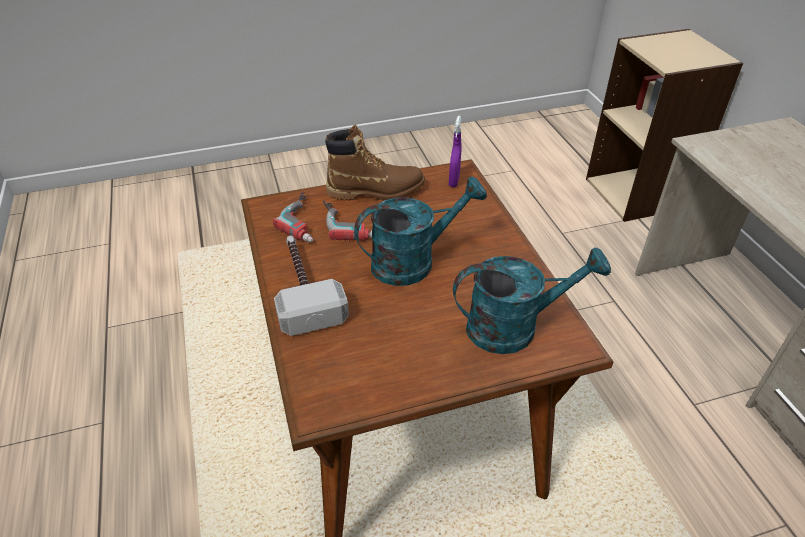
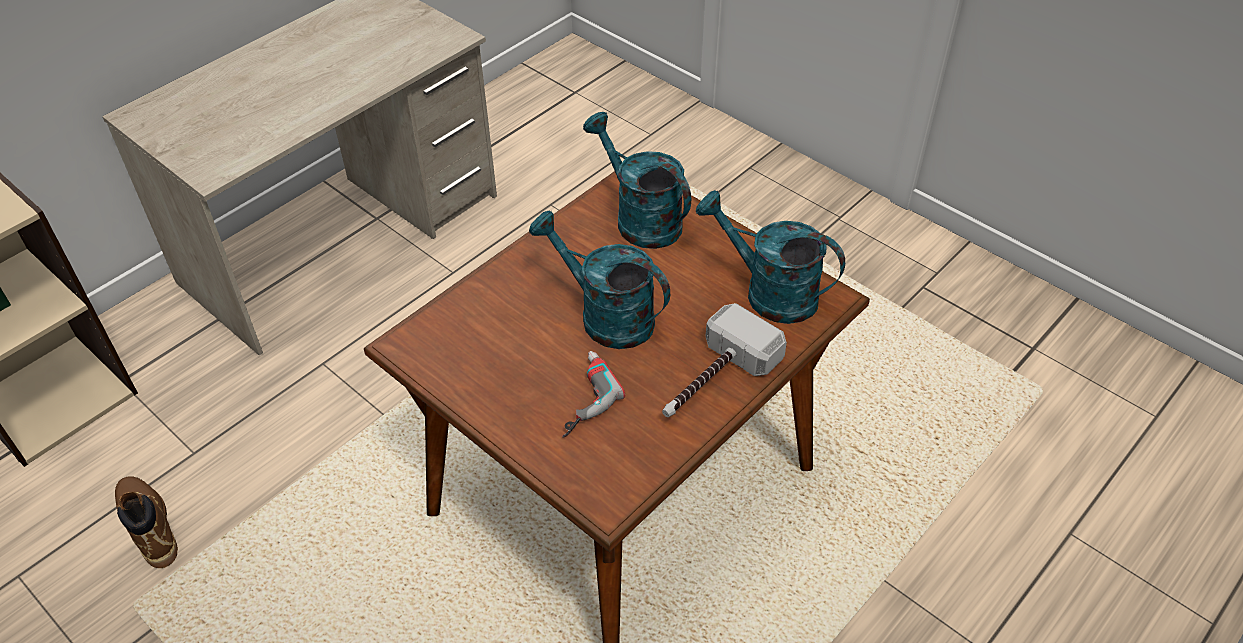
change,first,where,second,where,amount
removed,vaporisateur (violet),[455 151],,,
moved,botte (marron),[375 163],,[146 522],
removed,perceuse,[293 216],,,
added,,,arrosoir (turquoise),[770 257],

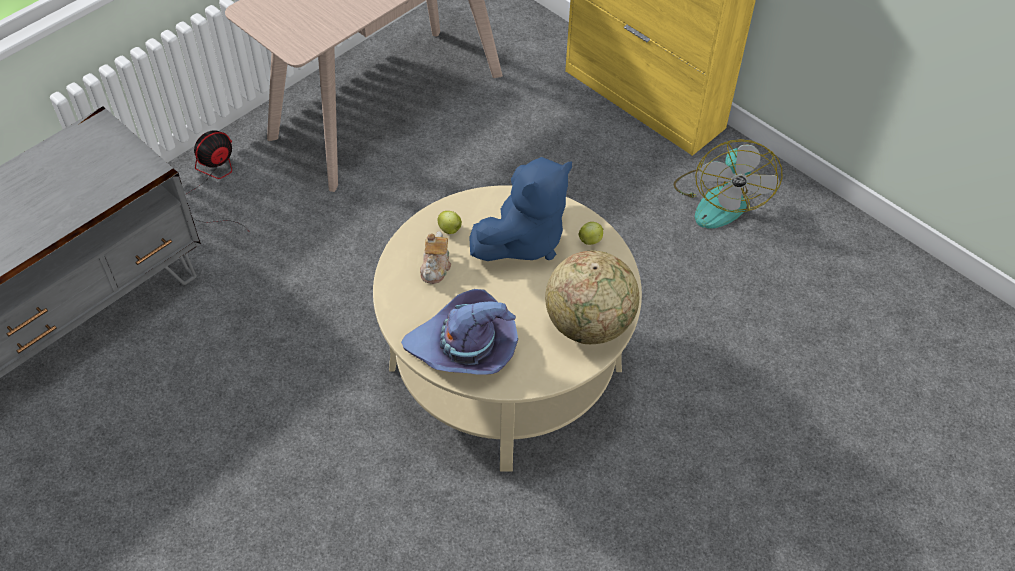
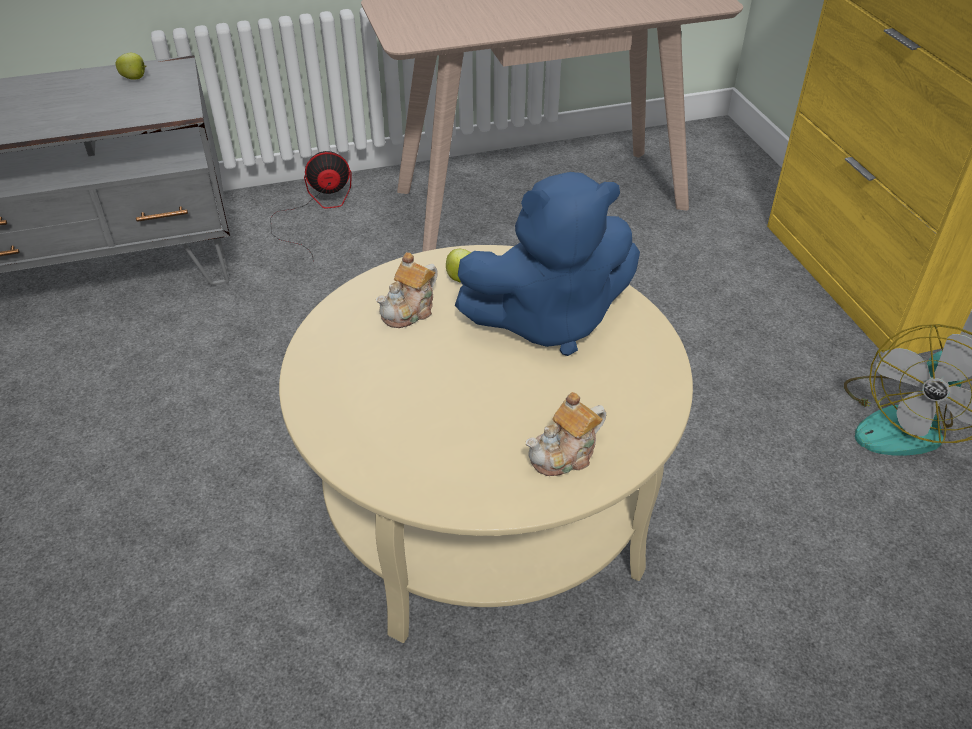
change,first,where,second,where,amount
moved,pomme,[591 233],,[131 66],
replaced,globe,[592 297],théière,[566 434],
removed,chapeau (violet),[459 332],,,

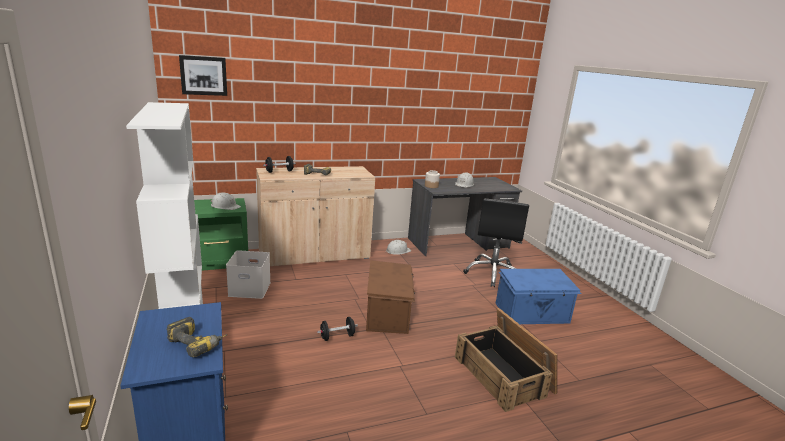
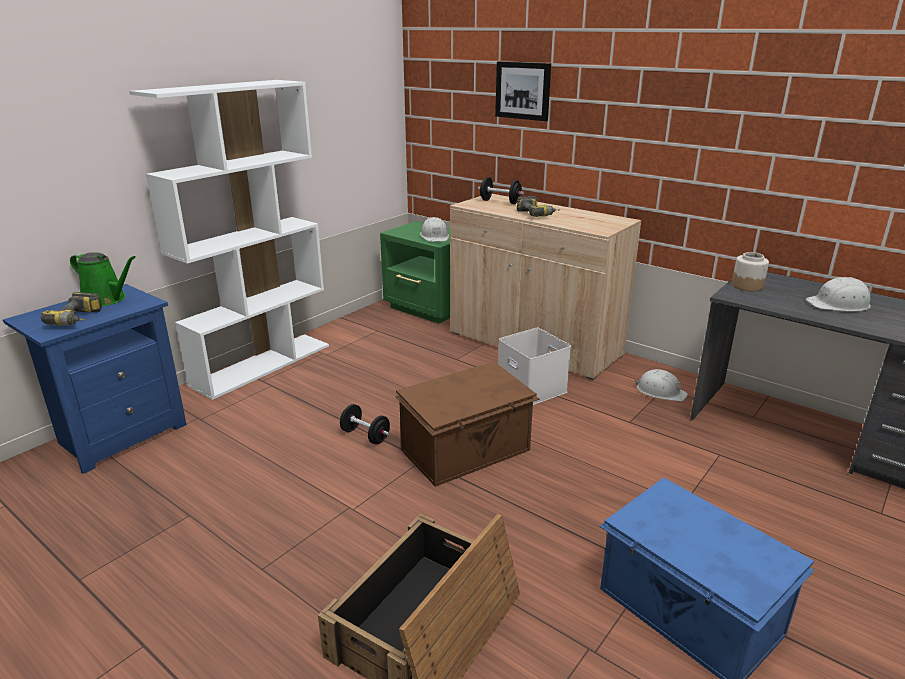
change,first,where,second,where,amount
moved,tableau,[203 75],,[523 91],
removed,chaise de bureau (noir),[496 243],,,
moved,boîte de rangement (blanc),[248 274],,[534 366],
added,,,arrosoir (vert),[103 279],

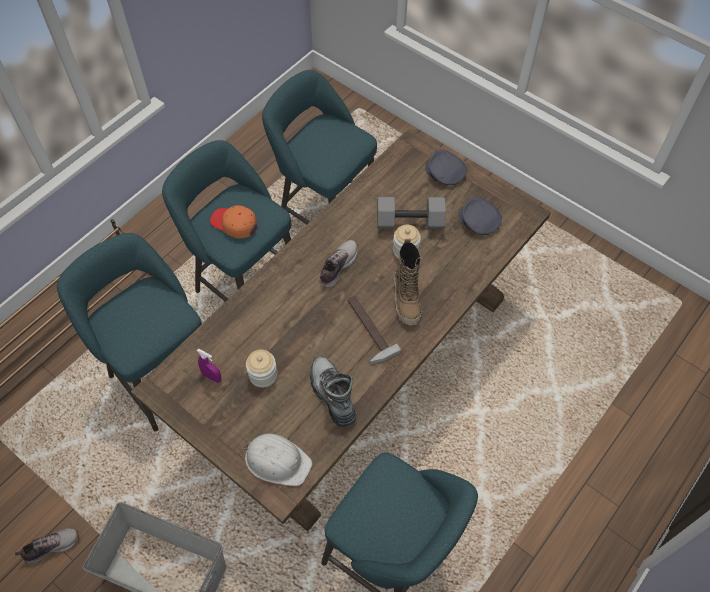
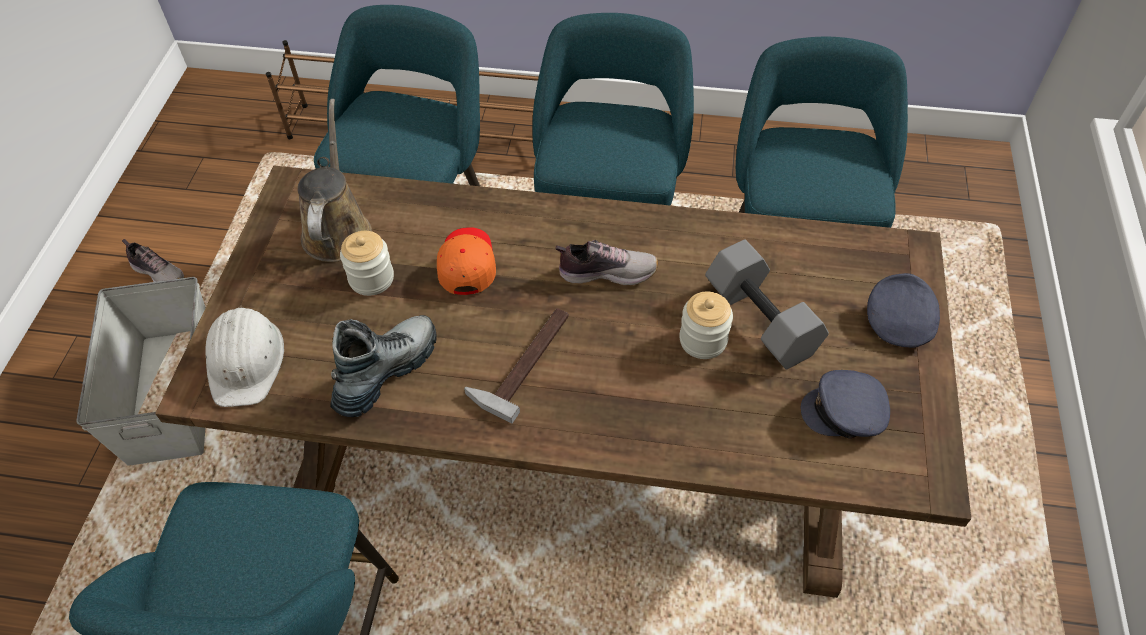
change,first,where,second,where,amount
turned,casquette (gris),[480 216],,[845 404],105 degrees counterclockwise
moved,casquette (orange),[233 222],,[466 261],
removed,botte,[408 282],,,
replaced,vaporisateur (violet),[209 366],arrosoir (marron),[334 180],

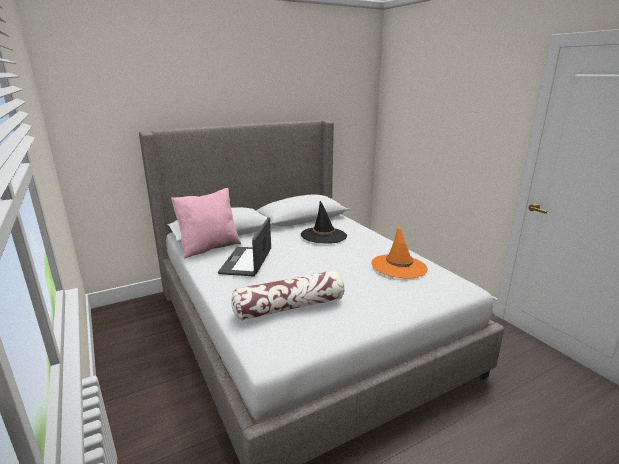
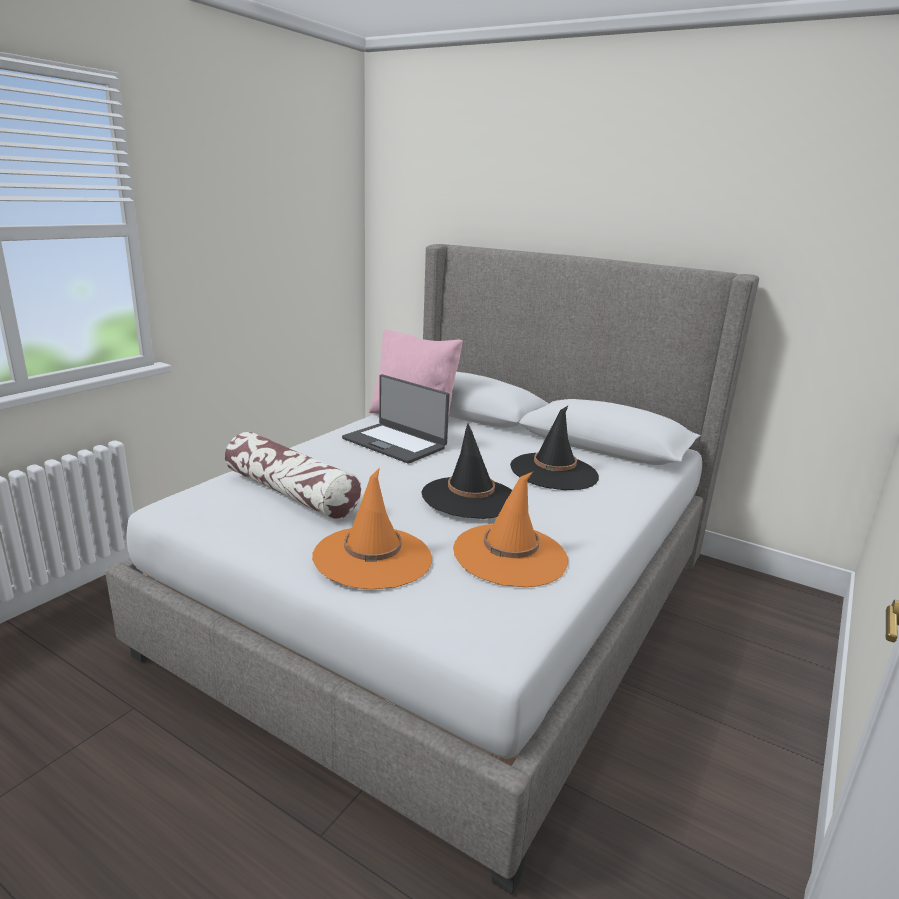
change,first,where,second,where,amount
turned,ordinateur portable,[244 247],,[395 419],120 degrees counterclockwise
added,,,chapeau (noir),[466 471],
added,,,chapeau (orange),[372 529],

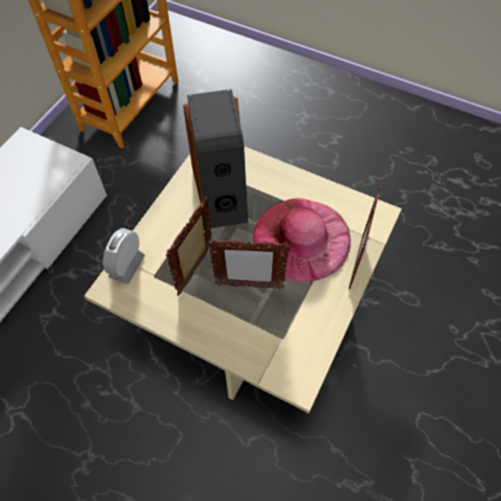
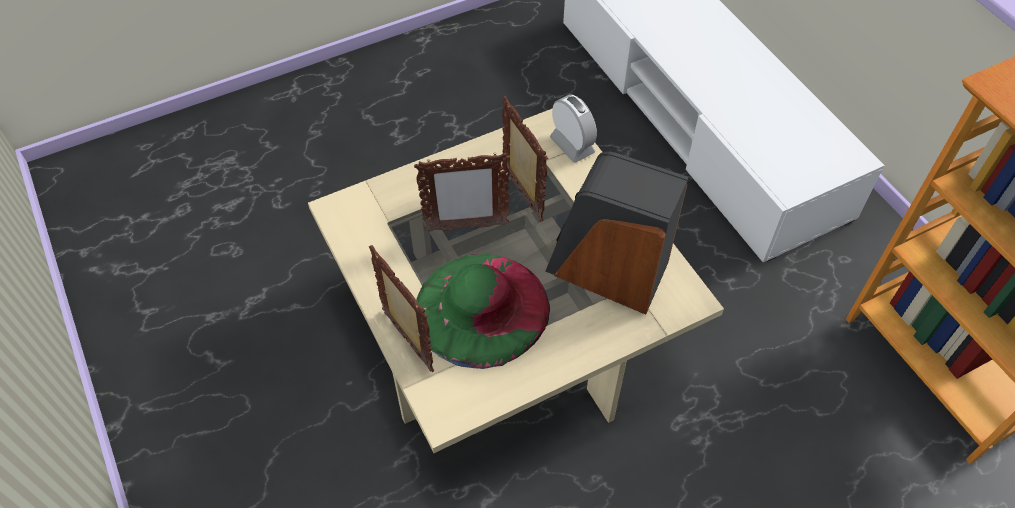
change,first,where,second,where,amount
recoloured,chapeau (rose),[302 240],chapeau (vert),[483 311],
turned,cadre photo,[249 264],,[462 192],135 degrees counterclockwise

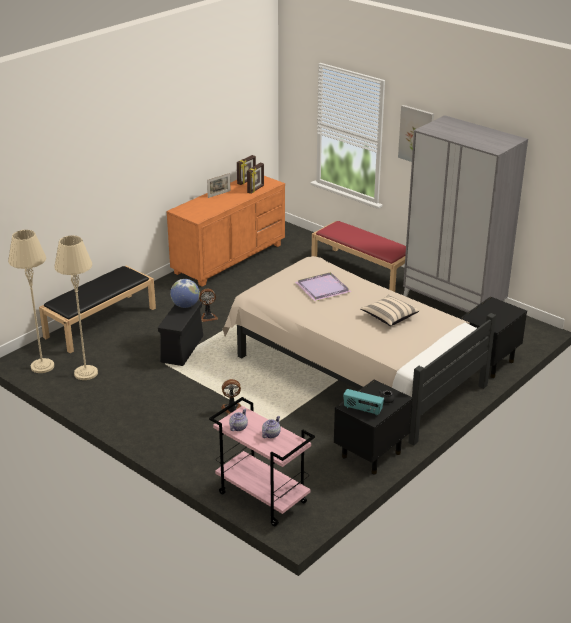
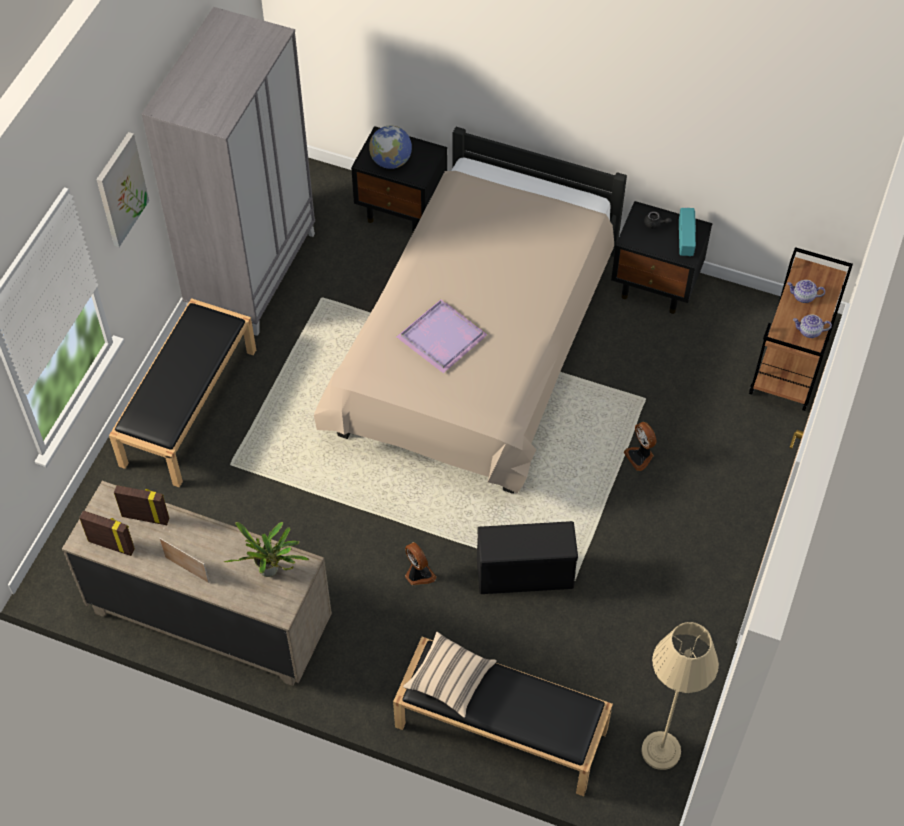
change,first,where,second,where,amount
recoloured,commode (orange),[226 231],commode (beige),[197 583],
recoloured,banc (rouge),[358 256],banc (noir),[182 393],
removed,lampadaire (beige),[76 307],,,
moved,globe,[185 293],,[390 147],
moved,coussin (beige),[389 310],,[450 675],
recoloured,chariot (rose),[262 462],chariot (marron),[801 329],
added,,,plante en pot,[266 549],

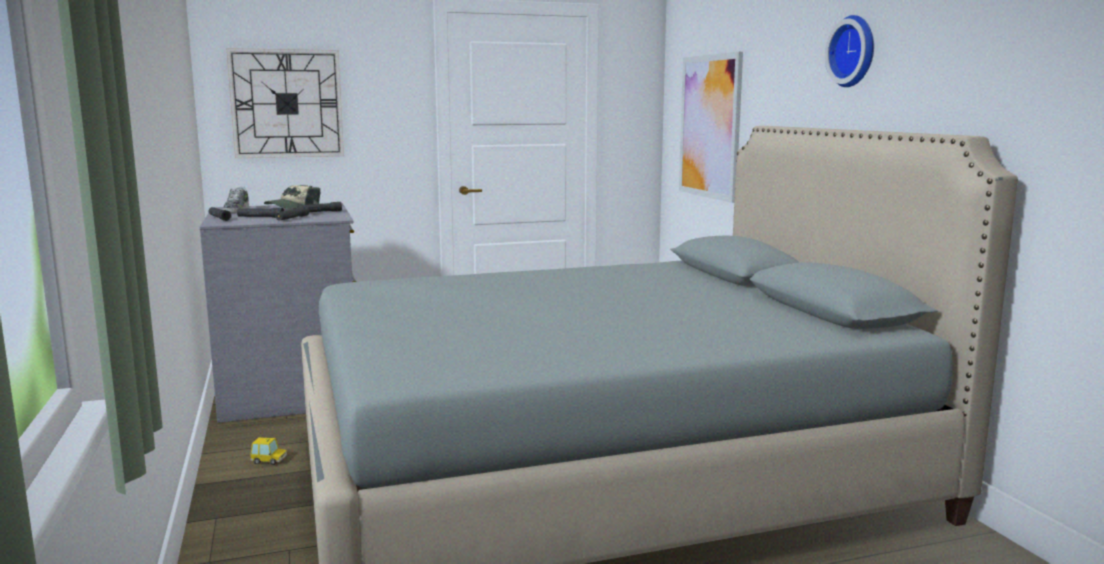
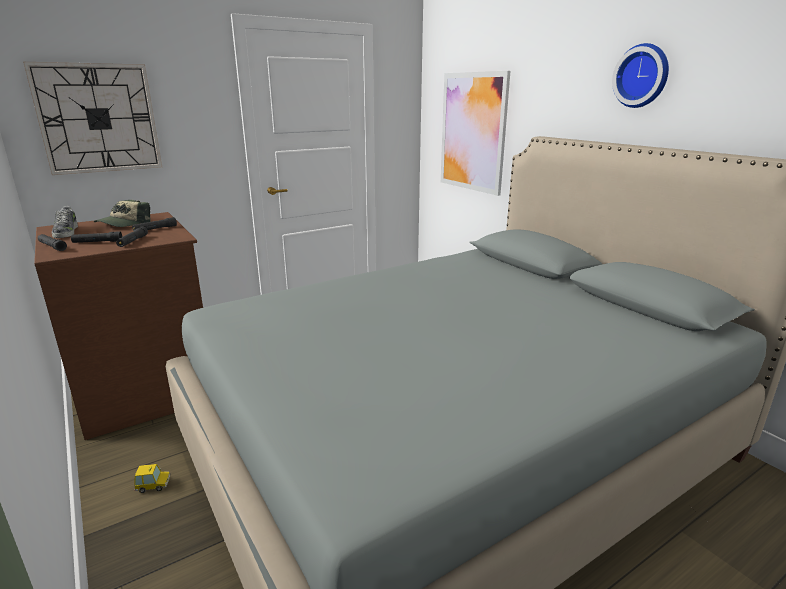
change,first,where,second,where,amount
recoloured,commode (gris),[278 313],commode (marron),[118 326],

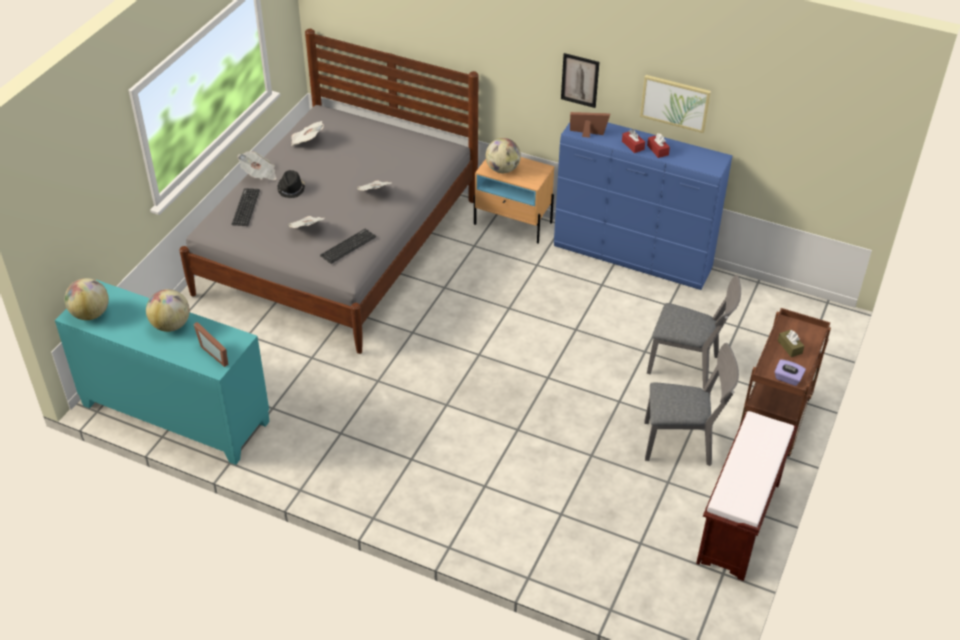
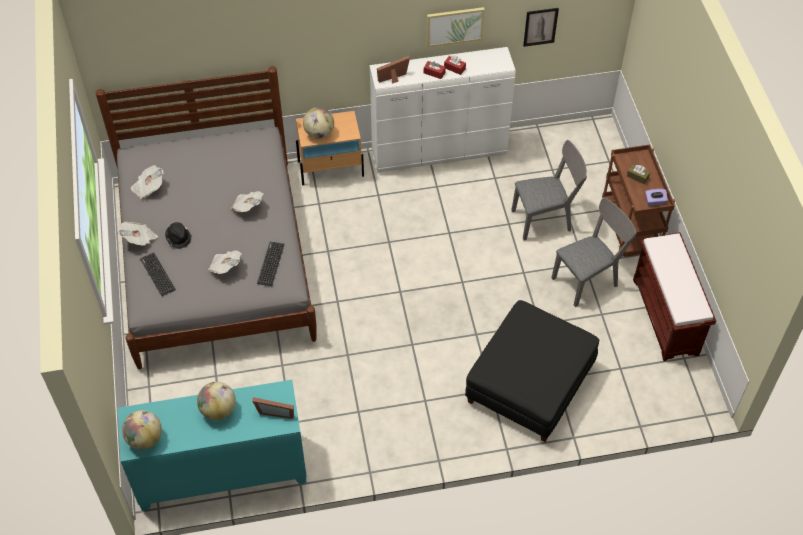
change,first,where,second,where,amount
moved,tableau,[580 80],,[541 27],
recoloured,commode (bleu),[643 206],commode (blanc),[443 109],
added,,,pouf (noir),[532 371],

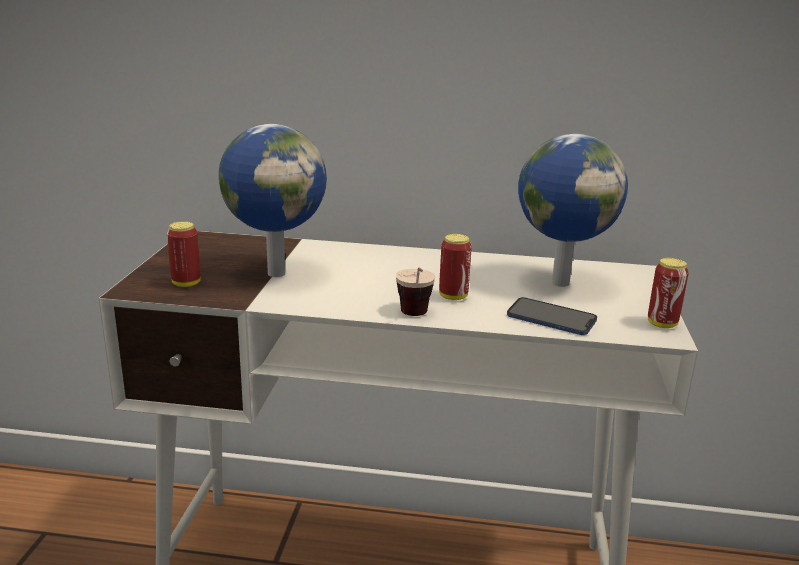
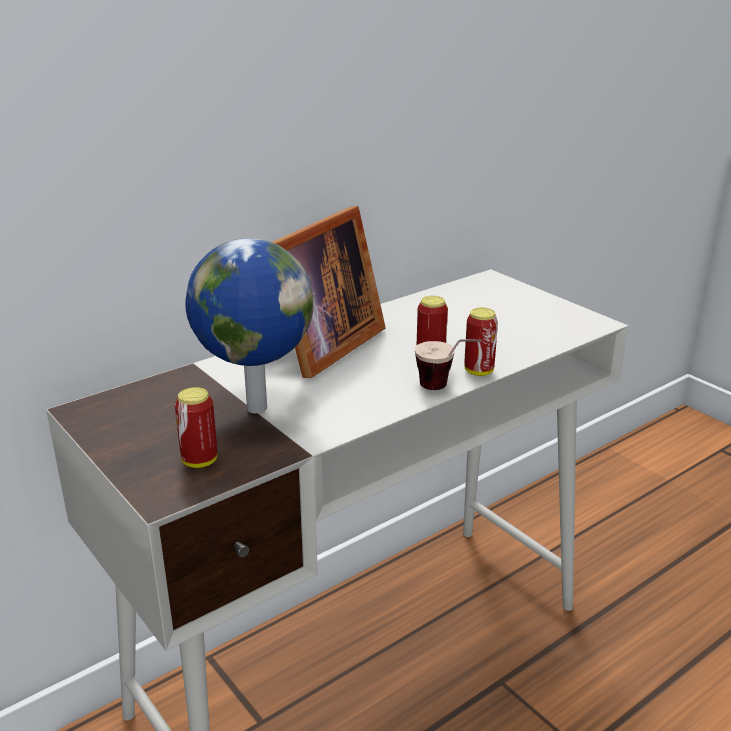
change,first,where,second,where,amount
removed,globe,[573 210],,,
moved,boîte métallique,[668 293],,[481 342],
removed,téléphone,[552 316],,,
added,,,cadre photo,[329 292],

